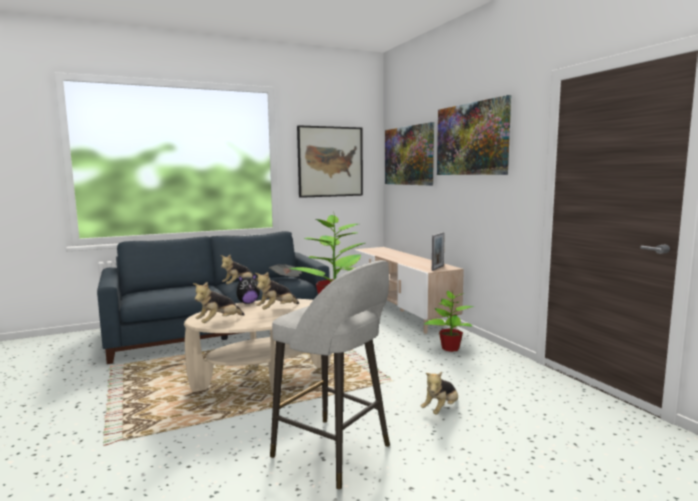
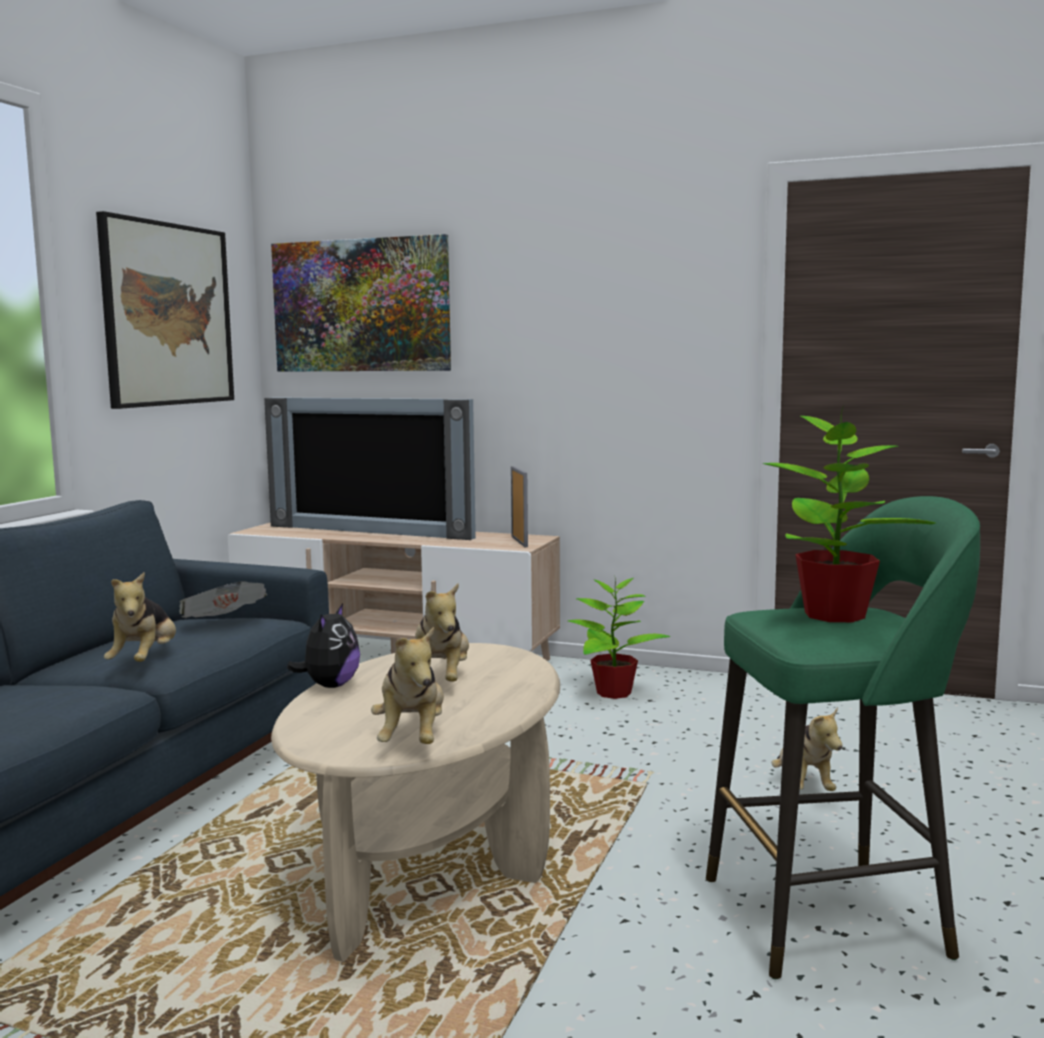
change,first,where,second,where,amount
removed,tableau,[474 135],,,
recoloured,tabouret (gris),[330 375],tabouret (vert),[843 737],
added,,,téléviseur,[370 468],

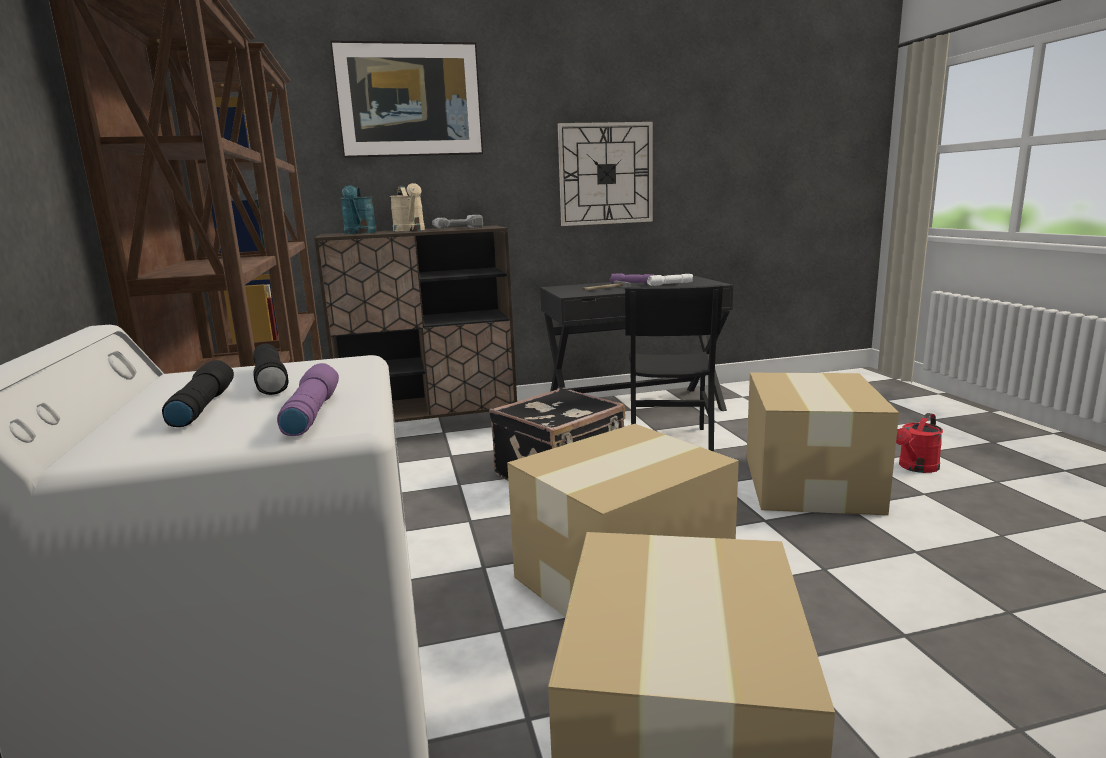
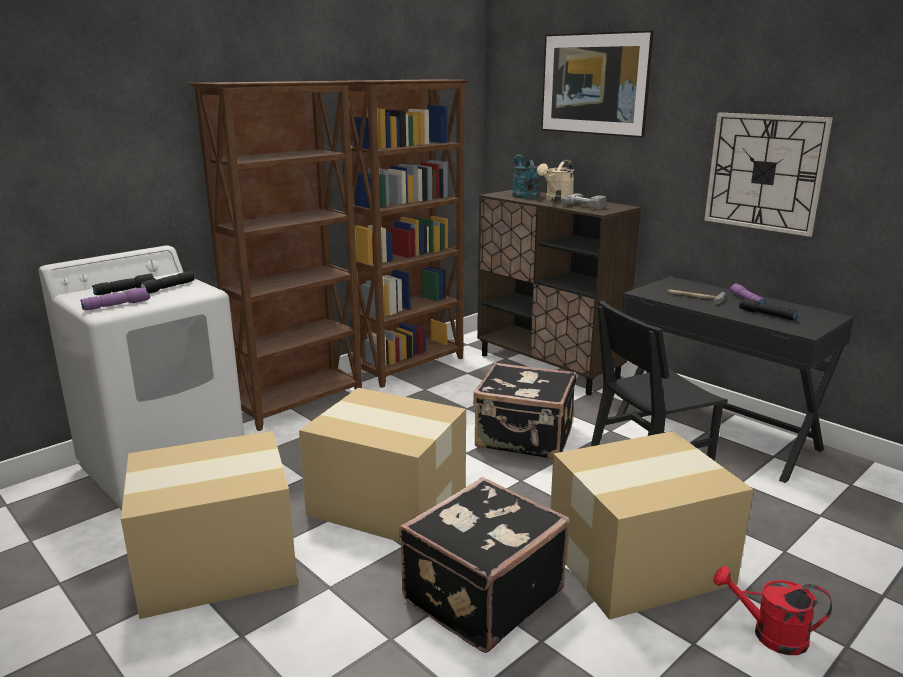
change,first,where,second,where,amount
turned,arrosoir (turquoise),[358 209],,[525 176],120 degrees clockwise
recoloured,lampe de poche (blanc),[670 280],lampe de poche (noir),[768 309],
added,,,valise (noir),[484 565],

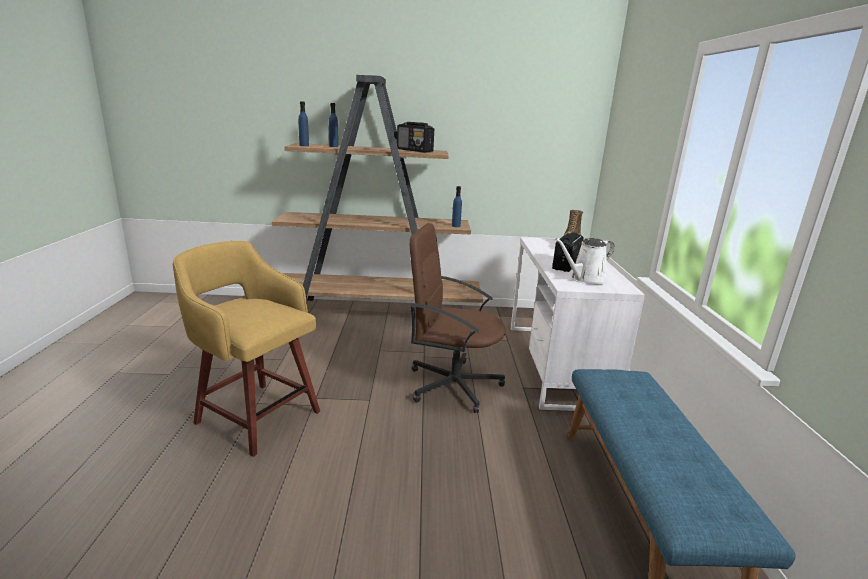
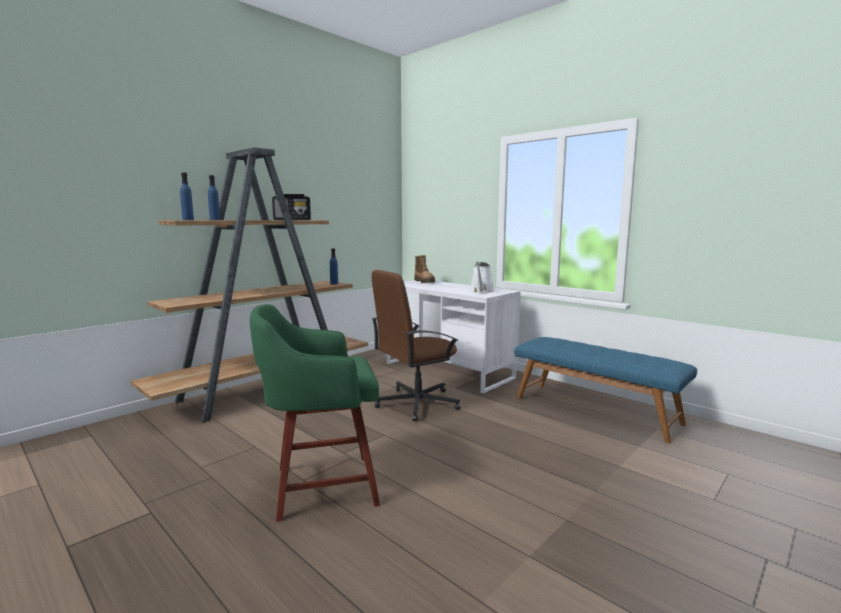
change,first,where,second,where,amount
removed,radio,[567 252],,,
recoloured,tabouret (jaune),[246 349],tabouret (vert),[315 412],

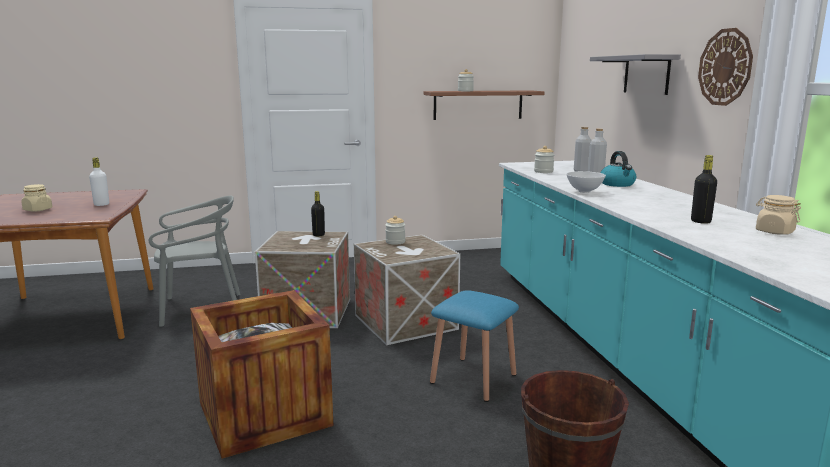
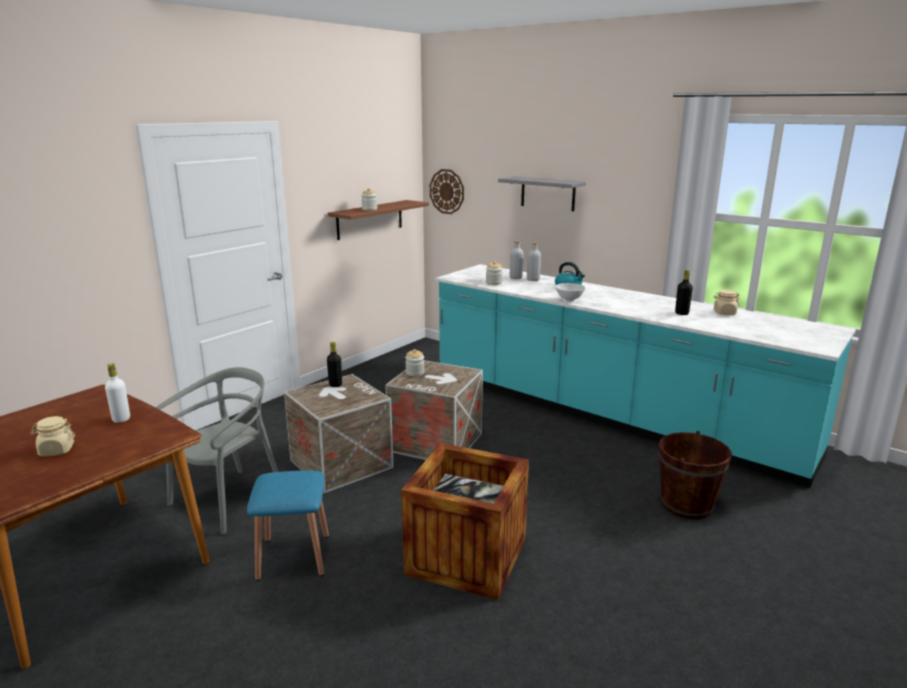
change,first,where,second,where,amount
moved,horloge murale,[725 67],,[447 191],
moved,tabouret (bleu),[474 346],,[288 525],

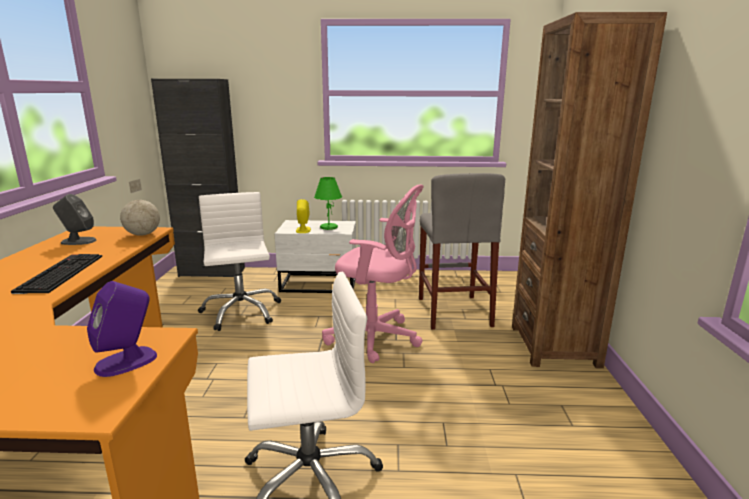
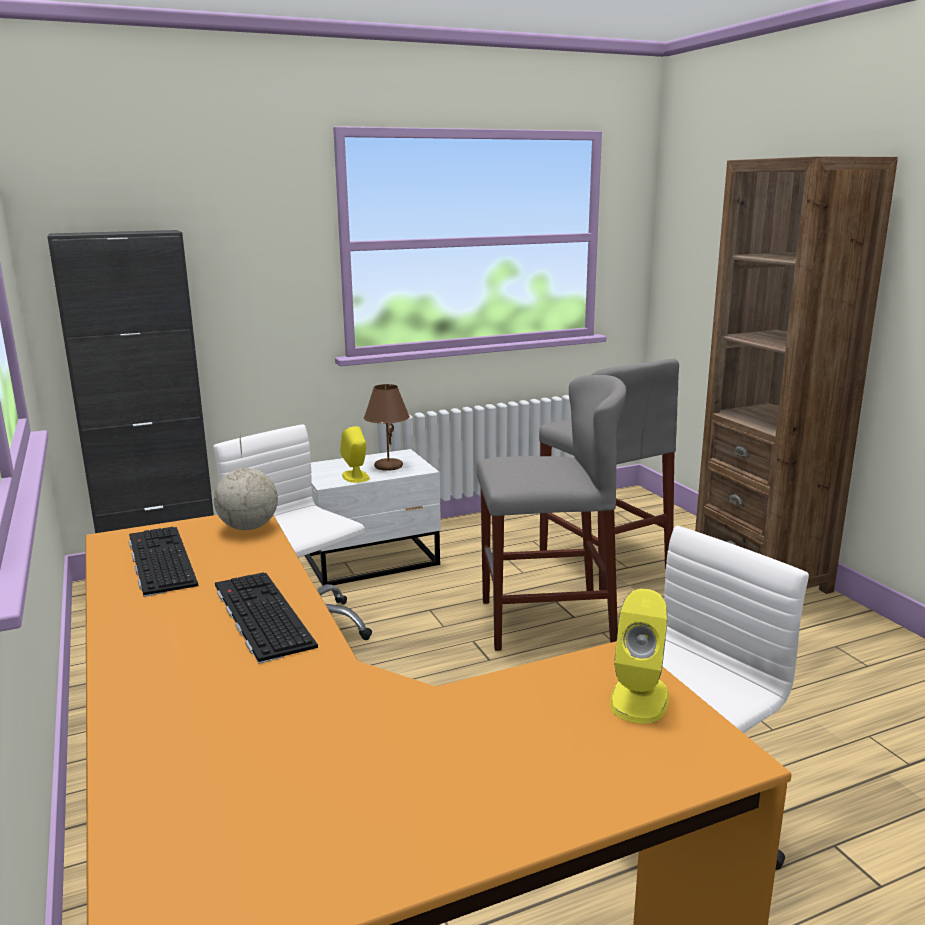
change,first,where,second,where,amount
recoloured,lampe de table (vert),[328 203],lampe de table (marron),[387 427],
replaced,chaise de bureau (rose),[373 273],tabouret (gris),[551 513],
replaced,enceinte (gris),[75 219],clavier,[163 562],
recoloured,enceinte (violet),[122 329],enceinte (jaune),[639 656],

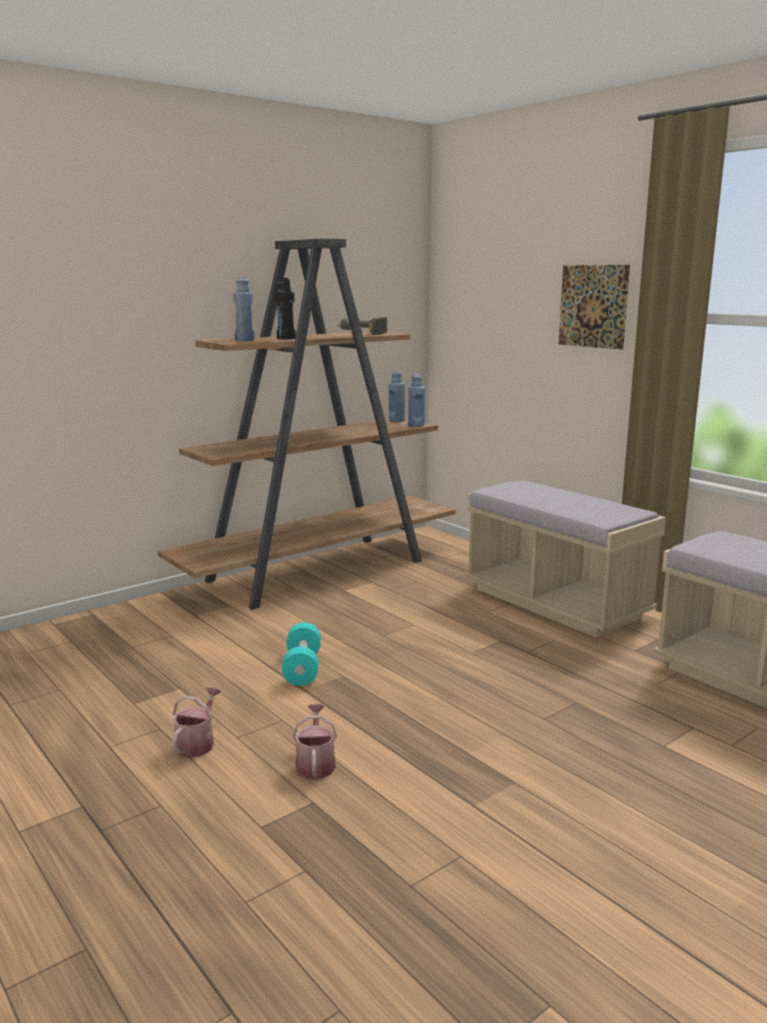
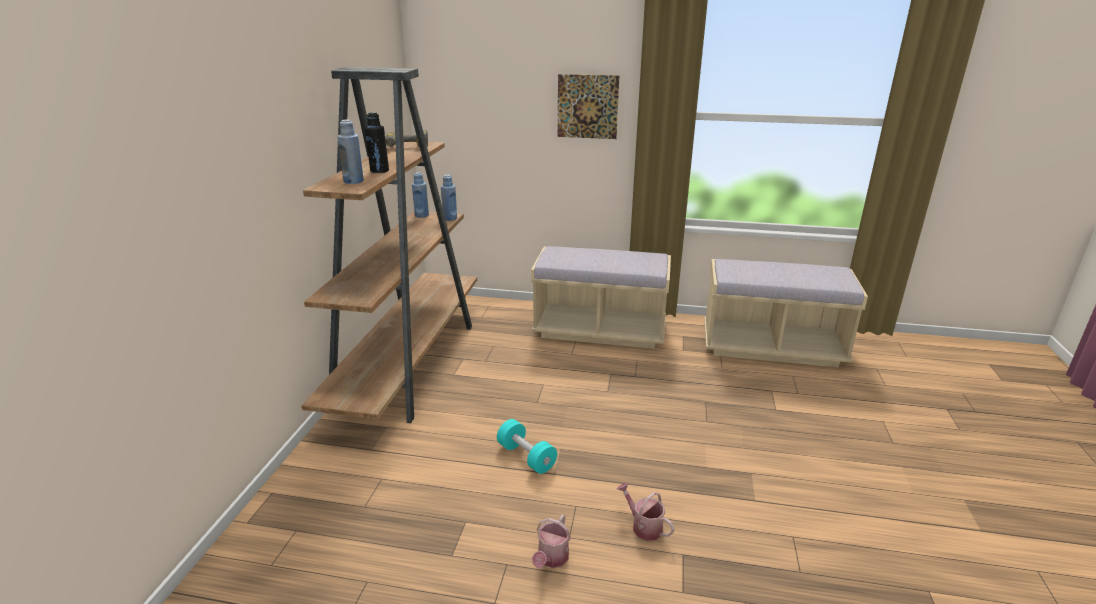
change,first,where,second,where,amount
turned,arrosoir,[196 722],,[551 541],135 degrees counterclockwise

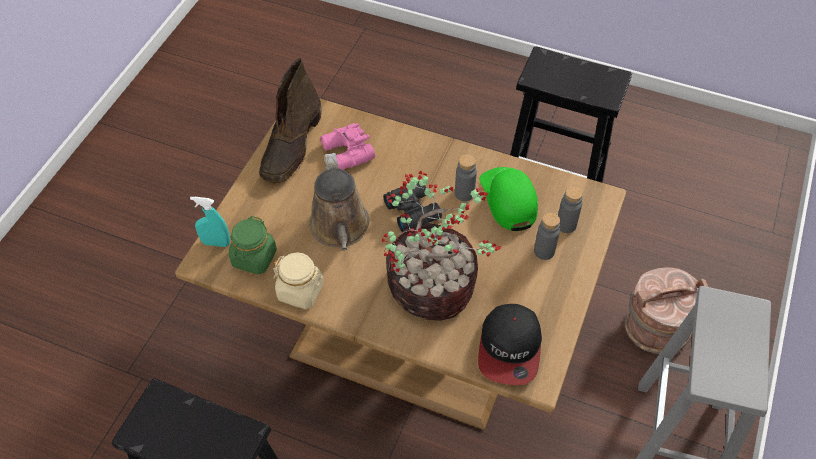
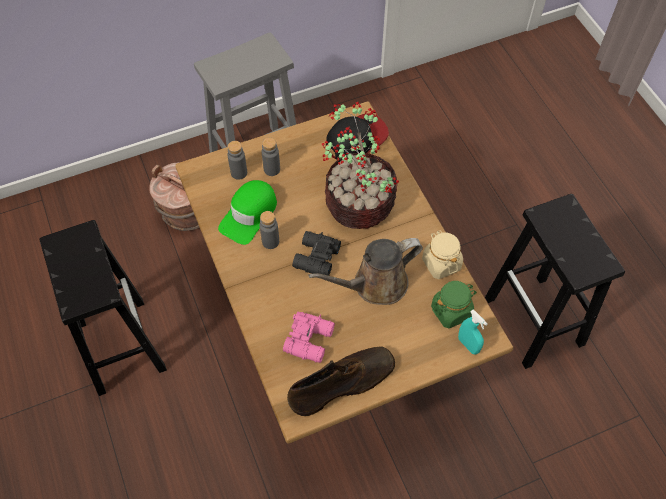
change,first,where,second,where,amount
turned,arrosoir (marron),[339 202],,[365 271],150 degrees counterclockwise

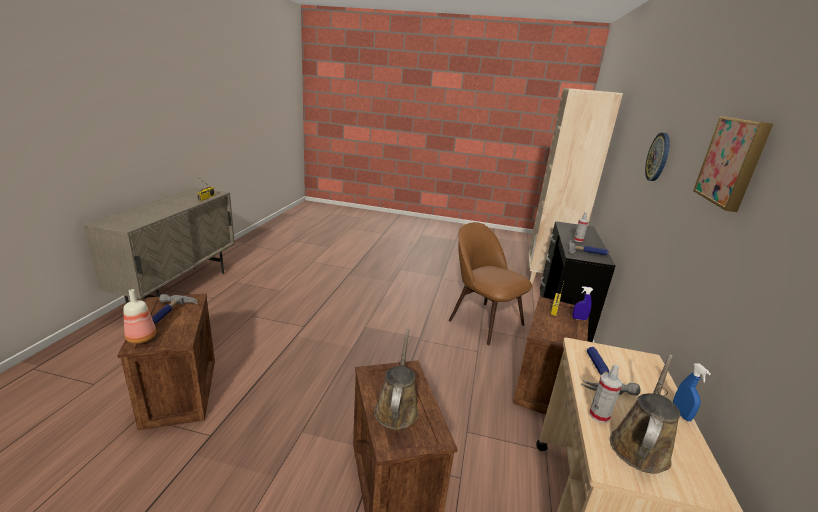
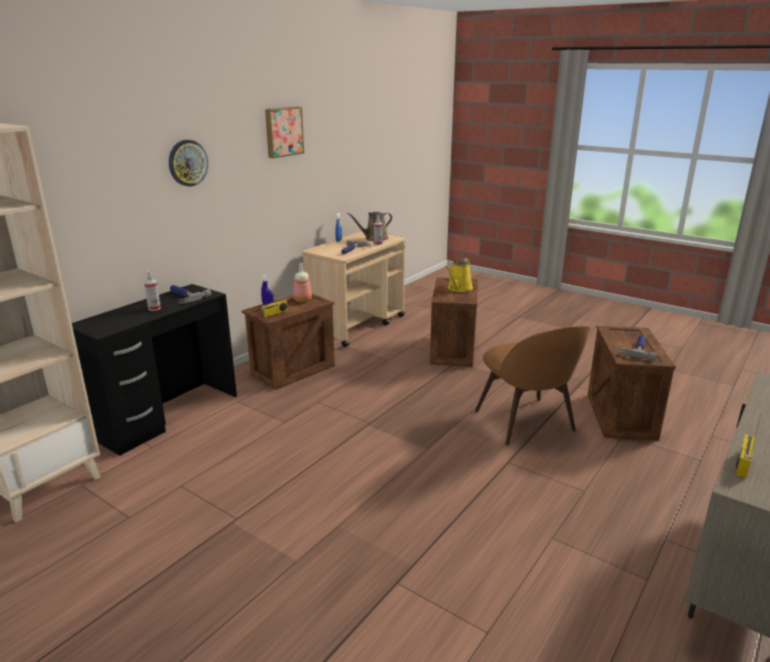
change,first,where,second,where,amount
moved,chaise (marron),[491 283],,[532 385],
moved,bouteille,[139 316],,[302 282],
recoloured,arrosoir (marron),[396 379],arrosoir (jaune),[459 275],

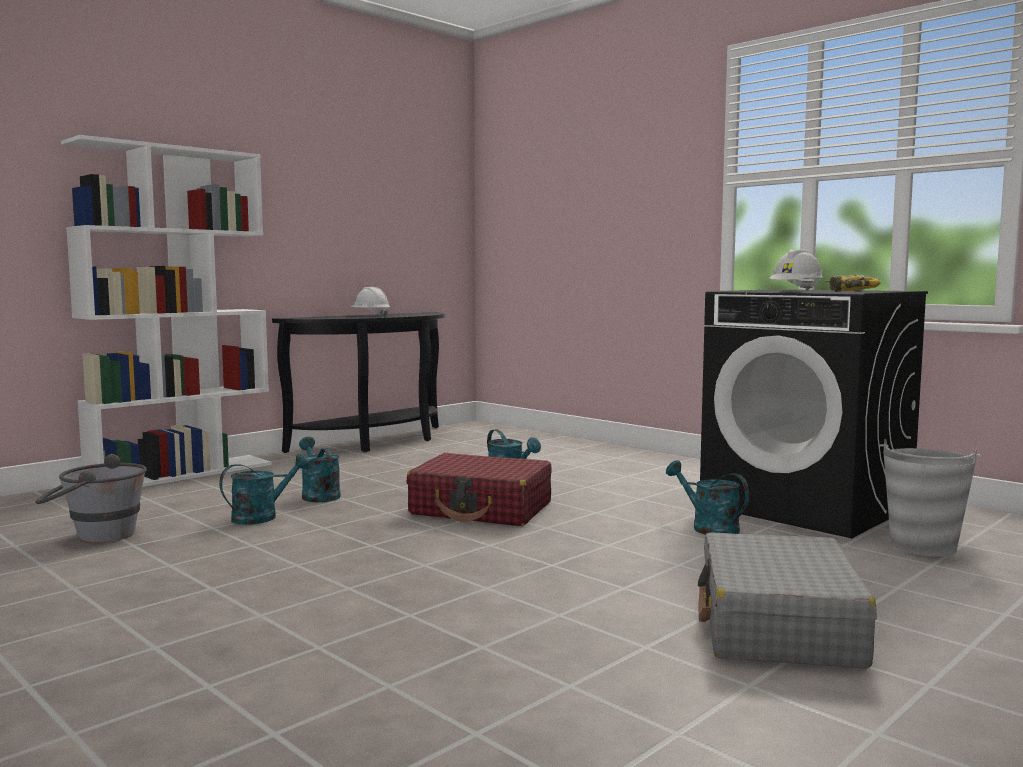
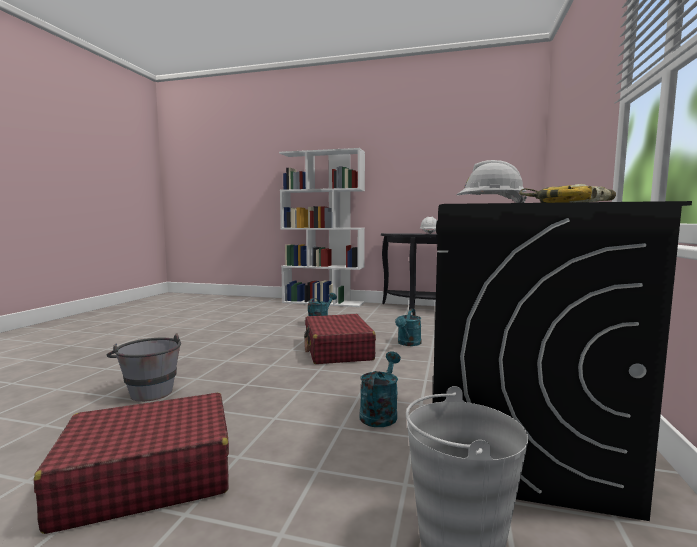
change,first,where,second,where,amount
moved,seau (gris),[91 498],,[144 367],
removed,arrosoir (turquoise),[264 489],,,
recoloured,valise (gris),[787 600],valise (rouge),[131 463],

